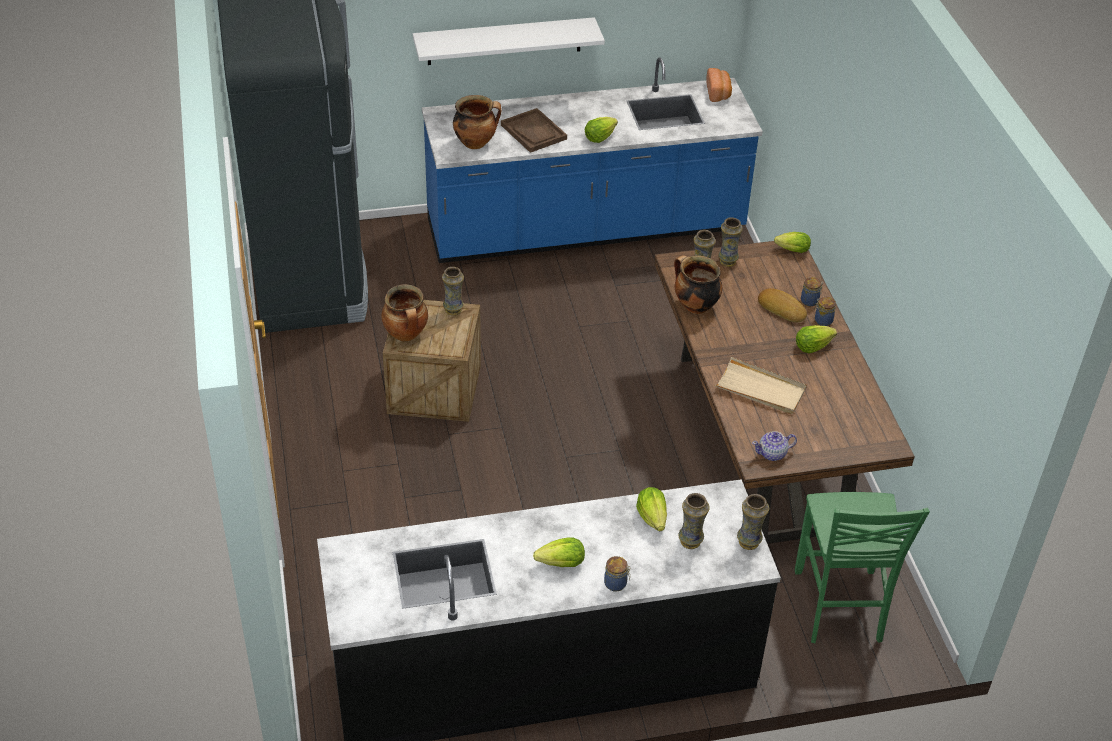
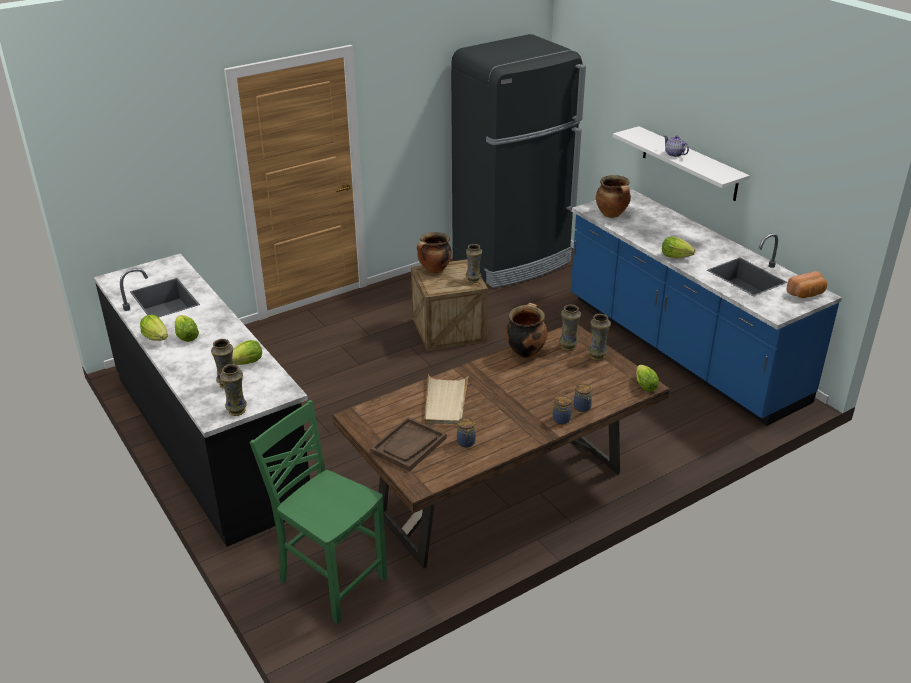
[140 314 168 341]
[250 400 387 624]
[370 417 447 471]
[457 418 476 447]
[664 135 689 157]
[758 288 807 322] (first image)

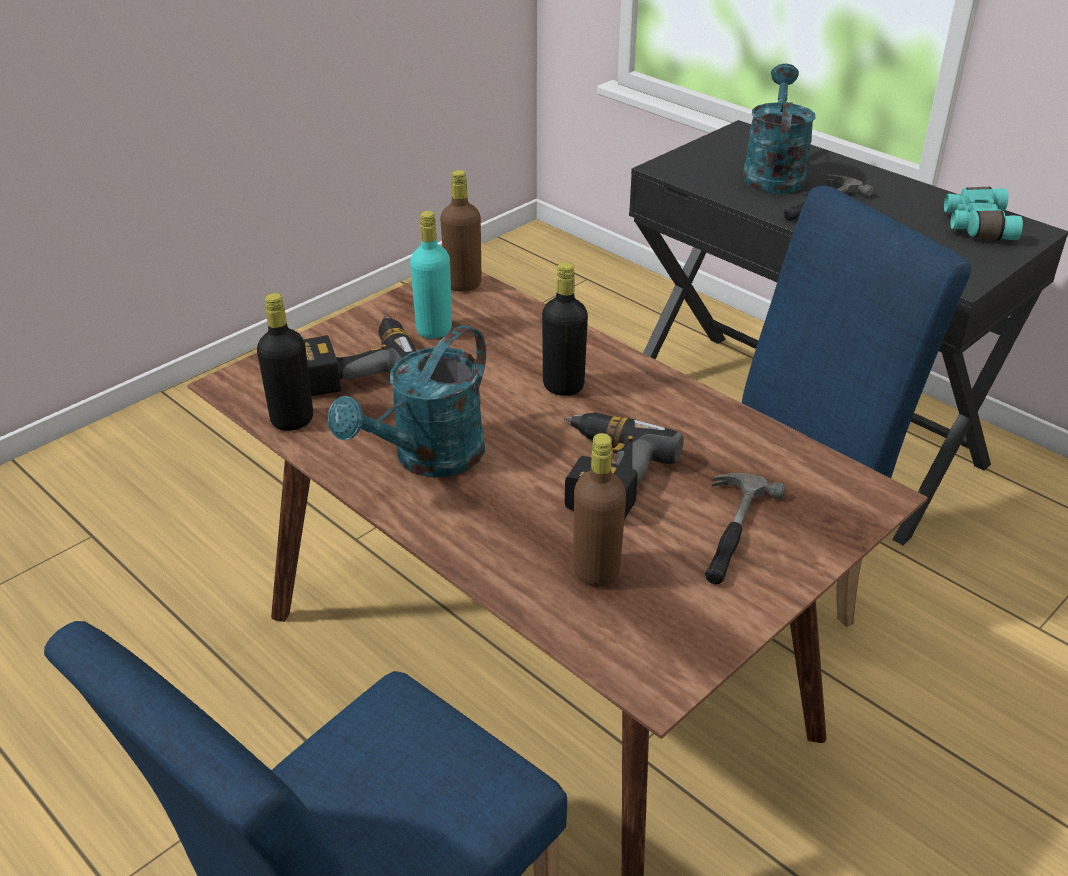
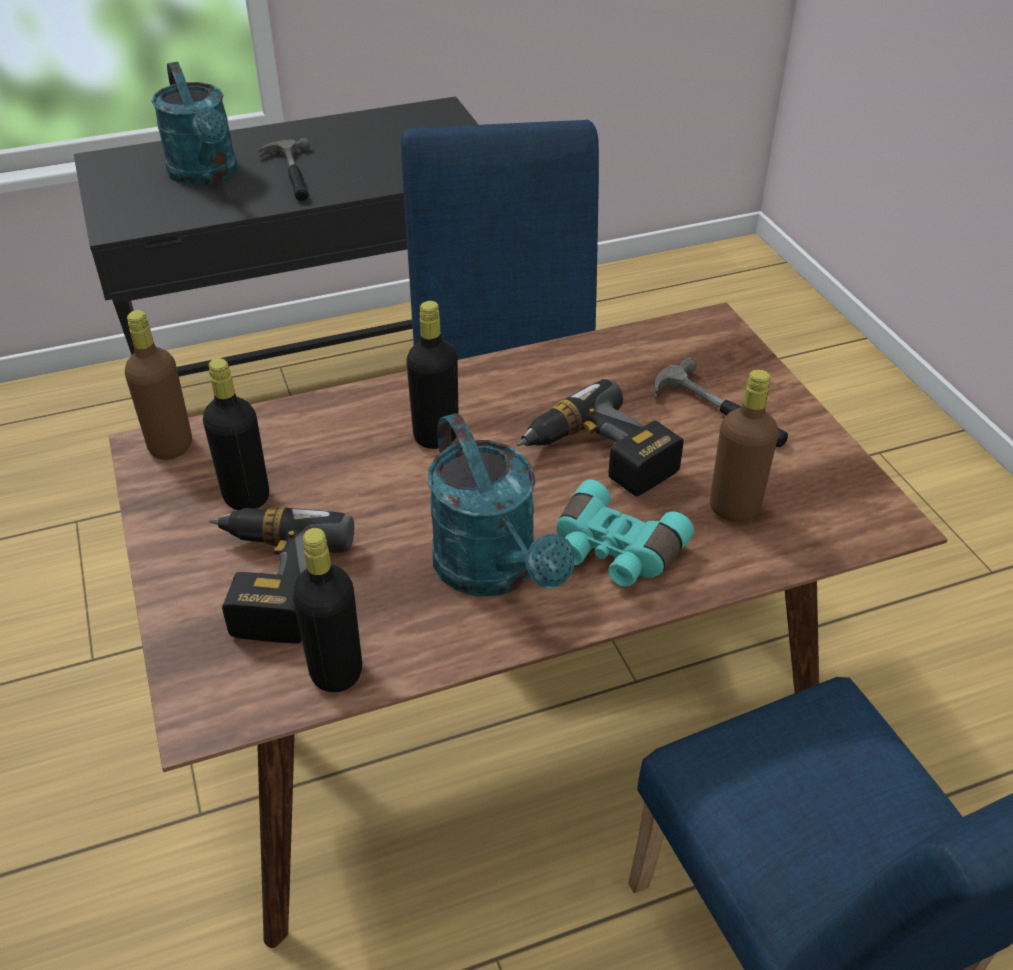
[152 62 237 186]
[203 358 269 510]
[557 480 694 587]

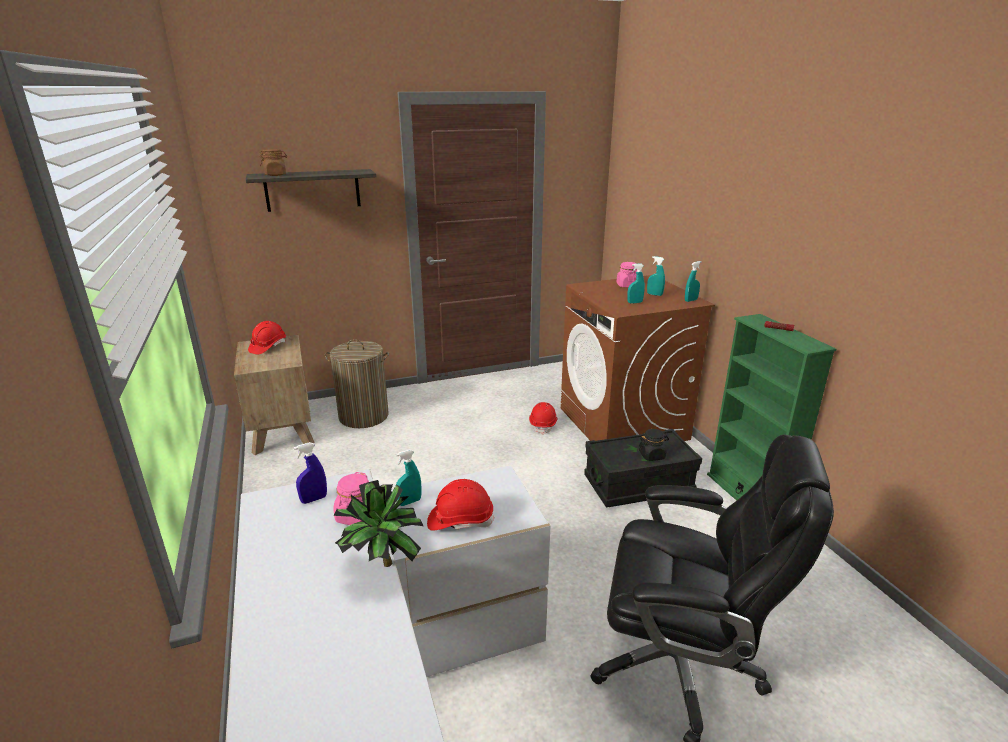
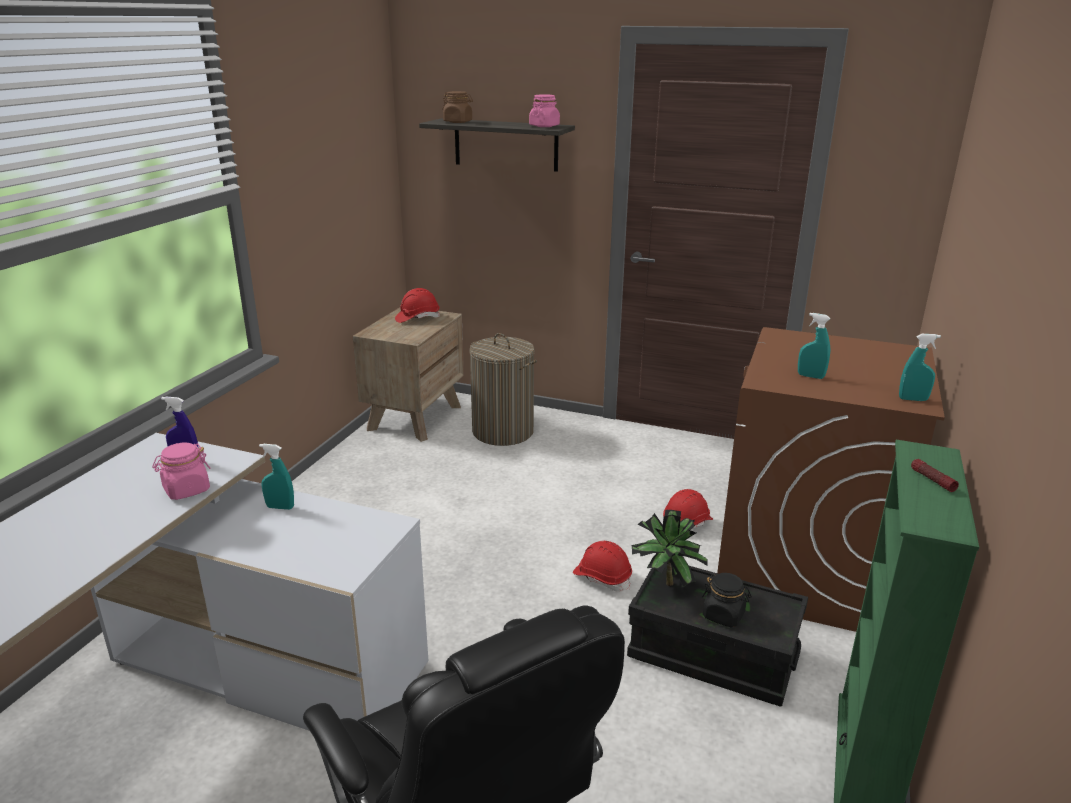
[529 94 560 127]
[573 541 632 592]
[631 510 708 587]
[647 256 665 296] (first image)

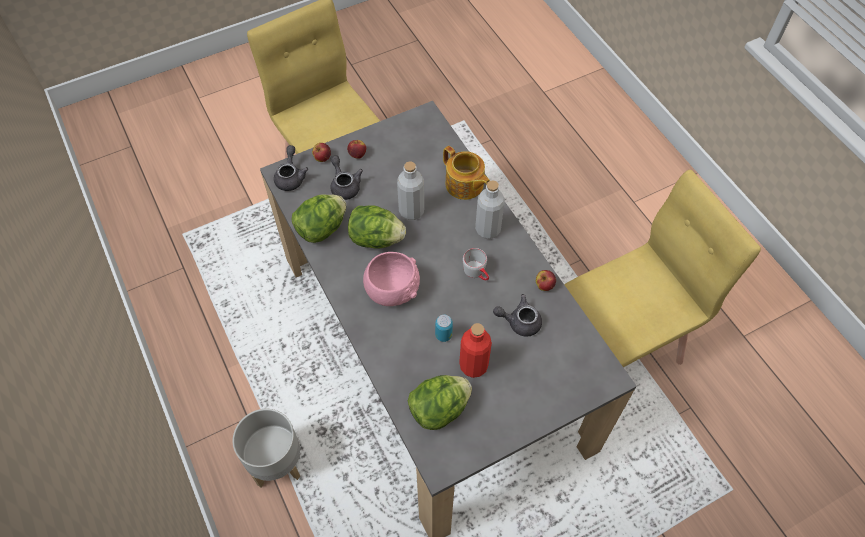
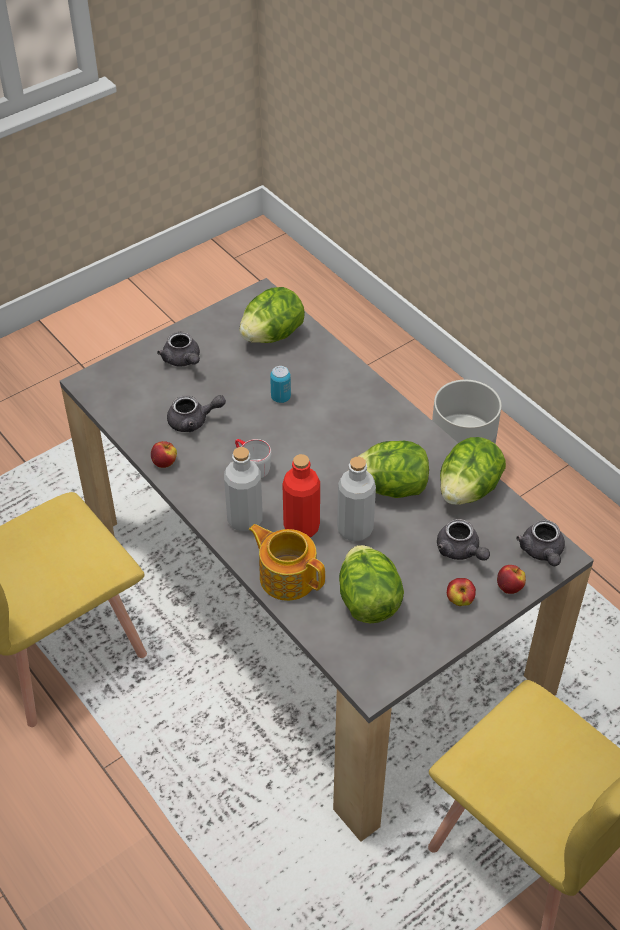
[157 332 200 367]
[282 454 320 537]
[339 545 404 624]
[363 252 420 306] (first image)

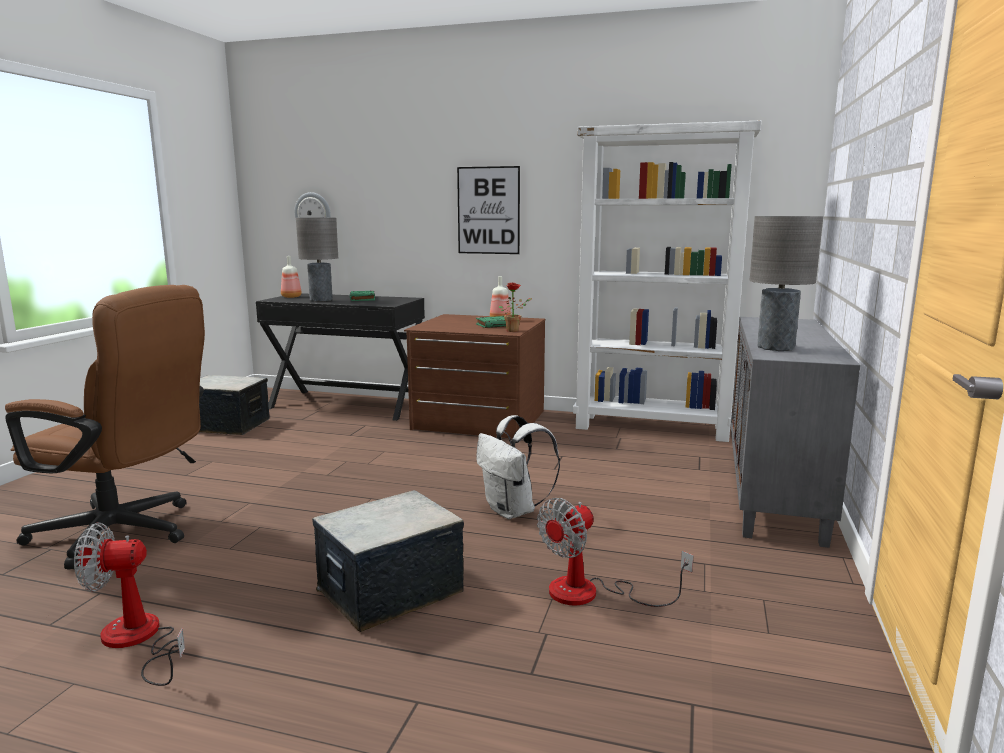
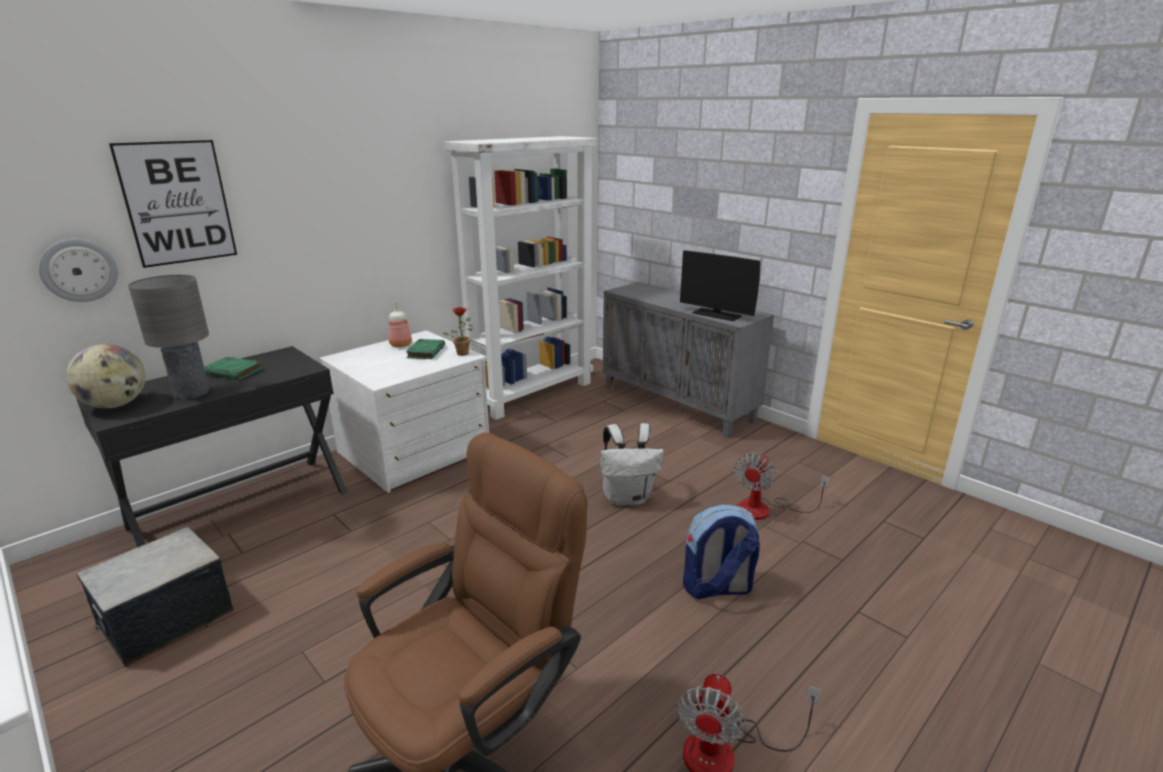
[66 344 146 408]
[109 140 237 268]
[320 330 489 493]
[680 250 760 321]
[683 504 760 599]
[734 453 830 520]

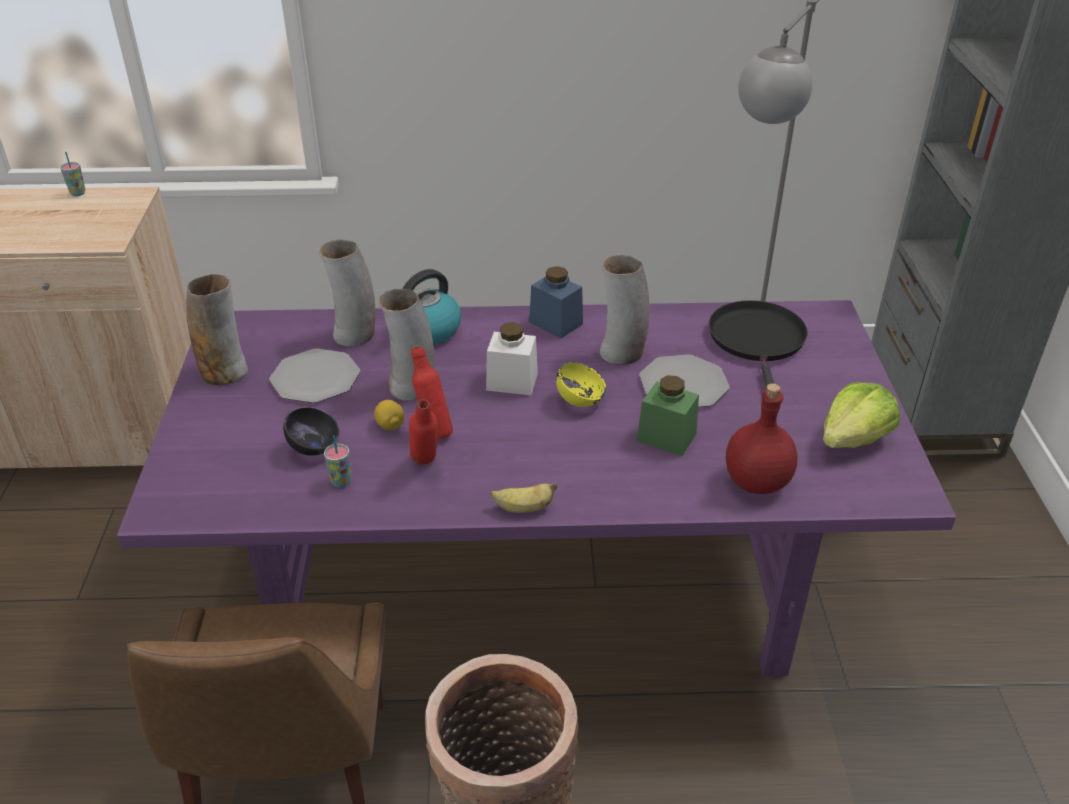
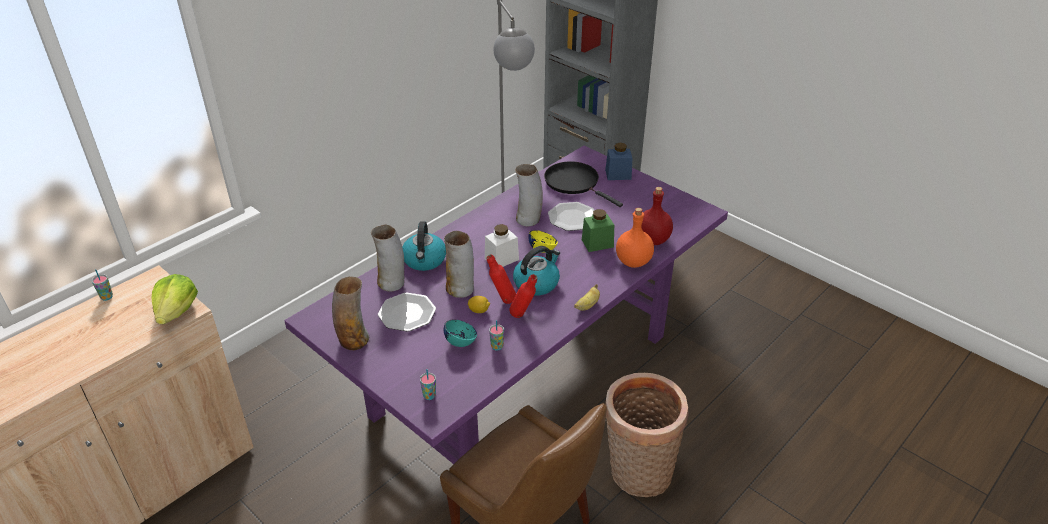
[152 274 198 324]
[420 369 436 400]
[444 319 477 347]
[513 246 560 296]
[605 143 632 180]
[616 208 654 268]

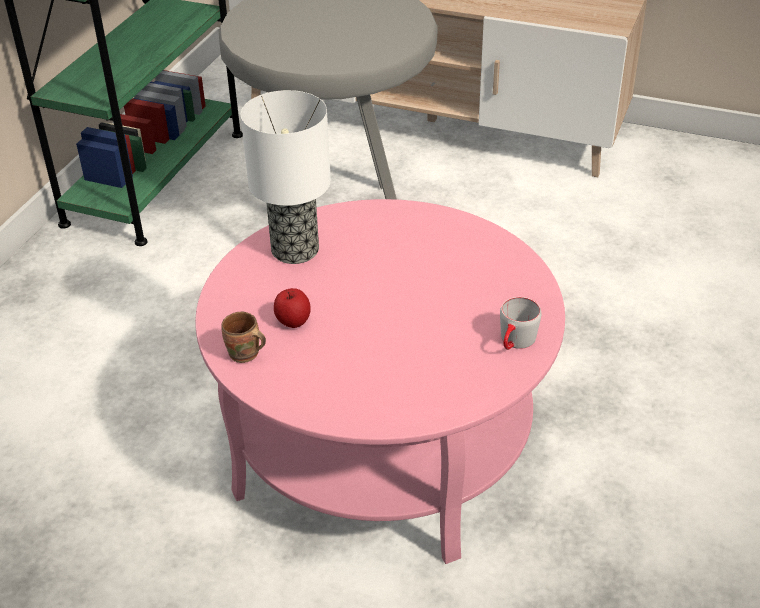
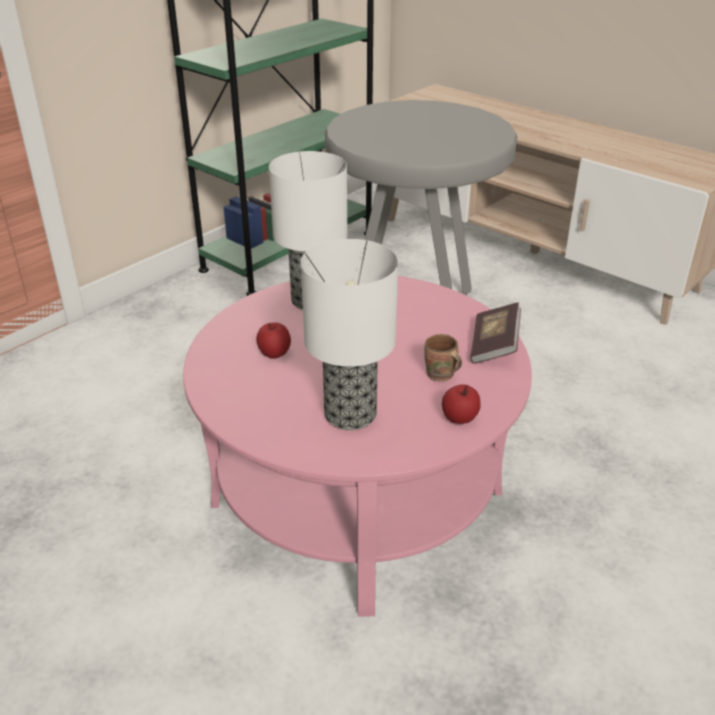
[301 239 398 430]
[424 334 462 381]
[442 384 481 424]
[470 302 521 364]

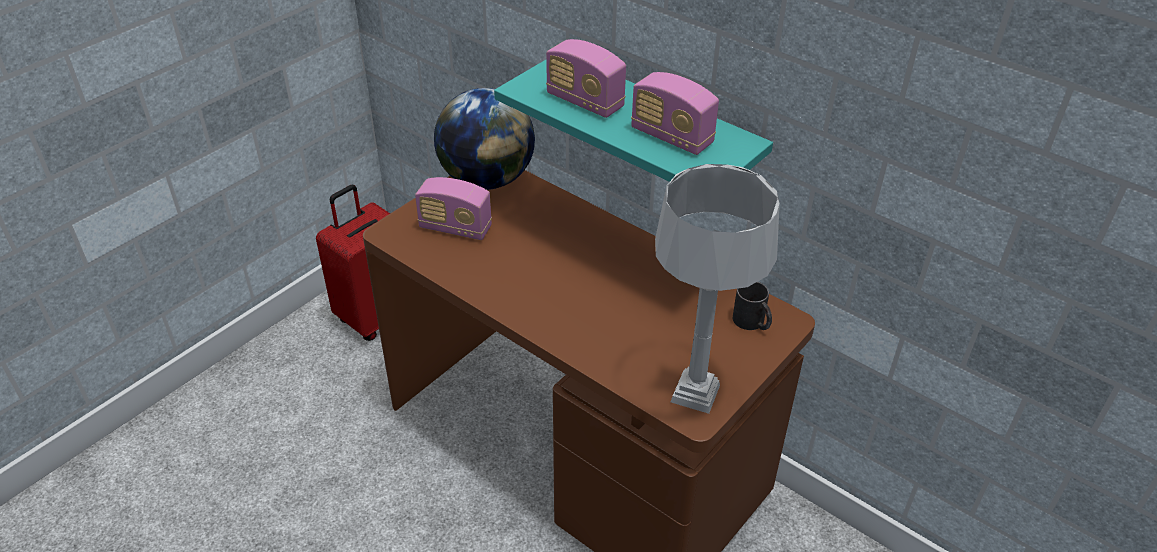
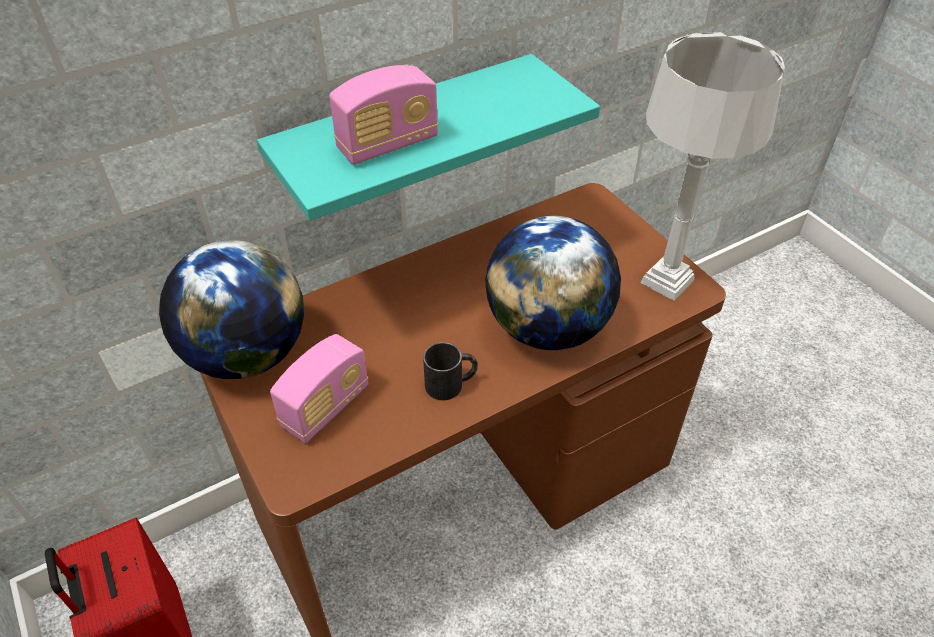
[423 342 478 400]
[486 216 621 350]
[631 72 719 155] (first image)

